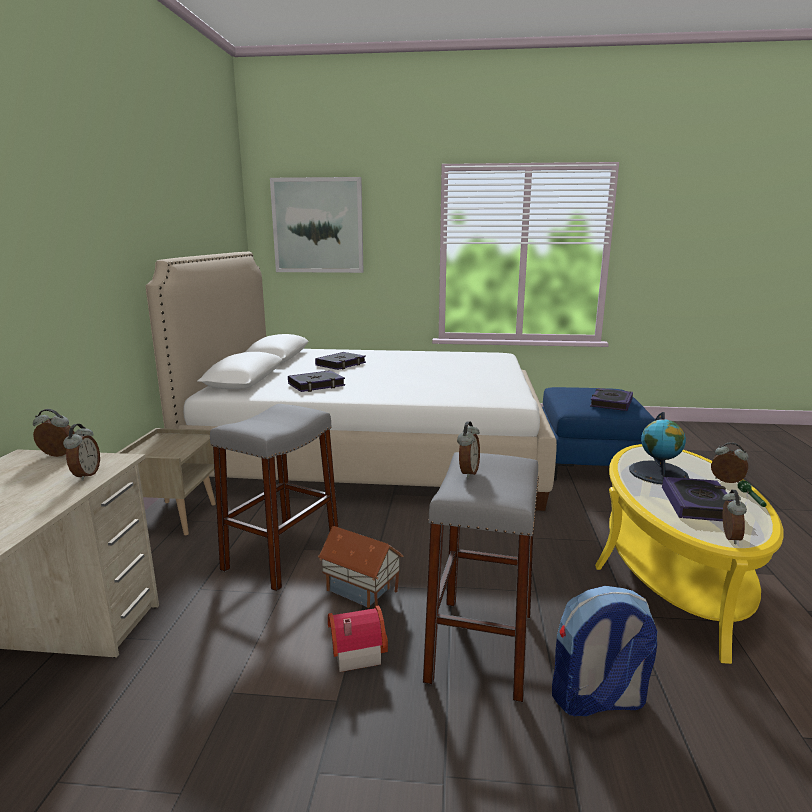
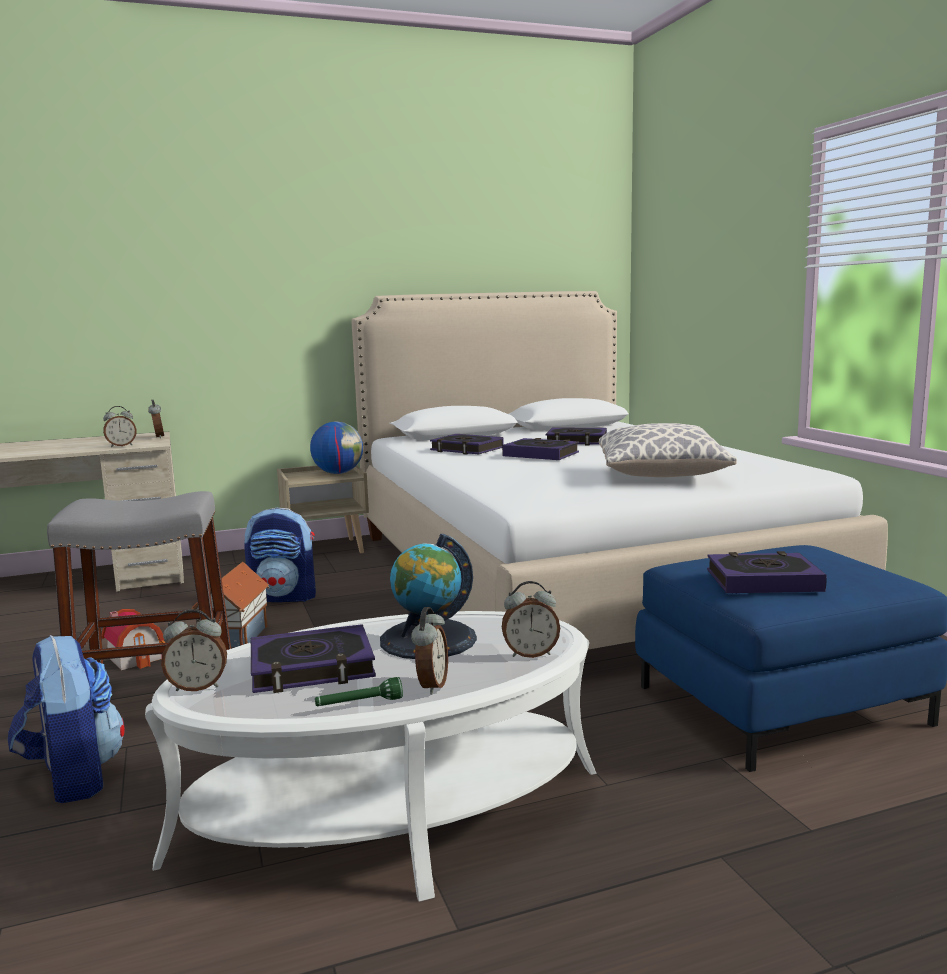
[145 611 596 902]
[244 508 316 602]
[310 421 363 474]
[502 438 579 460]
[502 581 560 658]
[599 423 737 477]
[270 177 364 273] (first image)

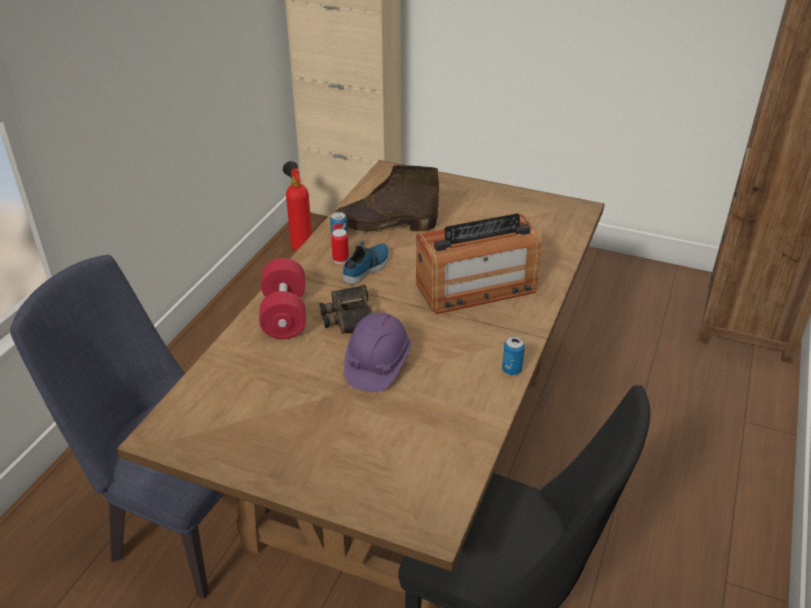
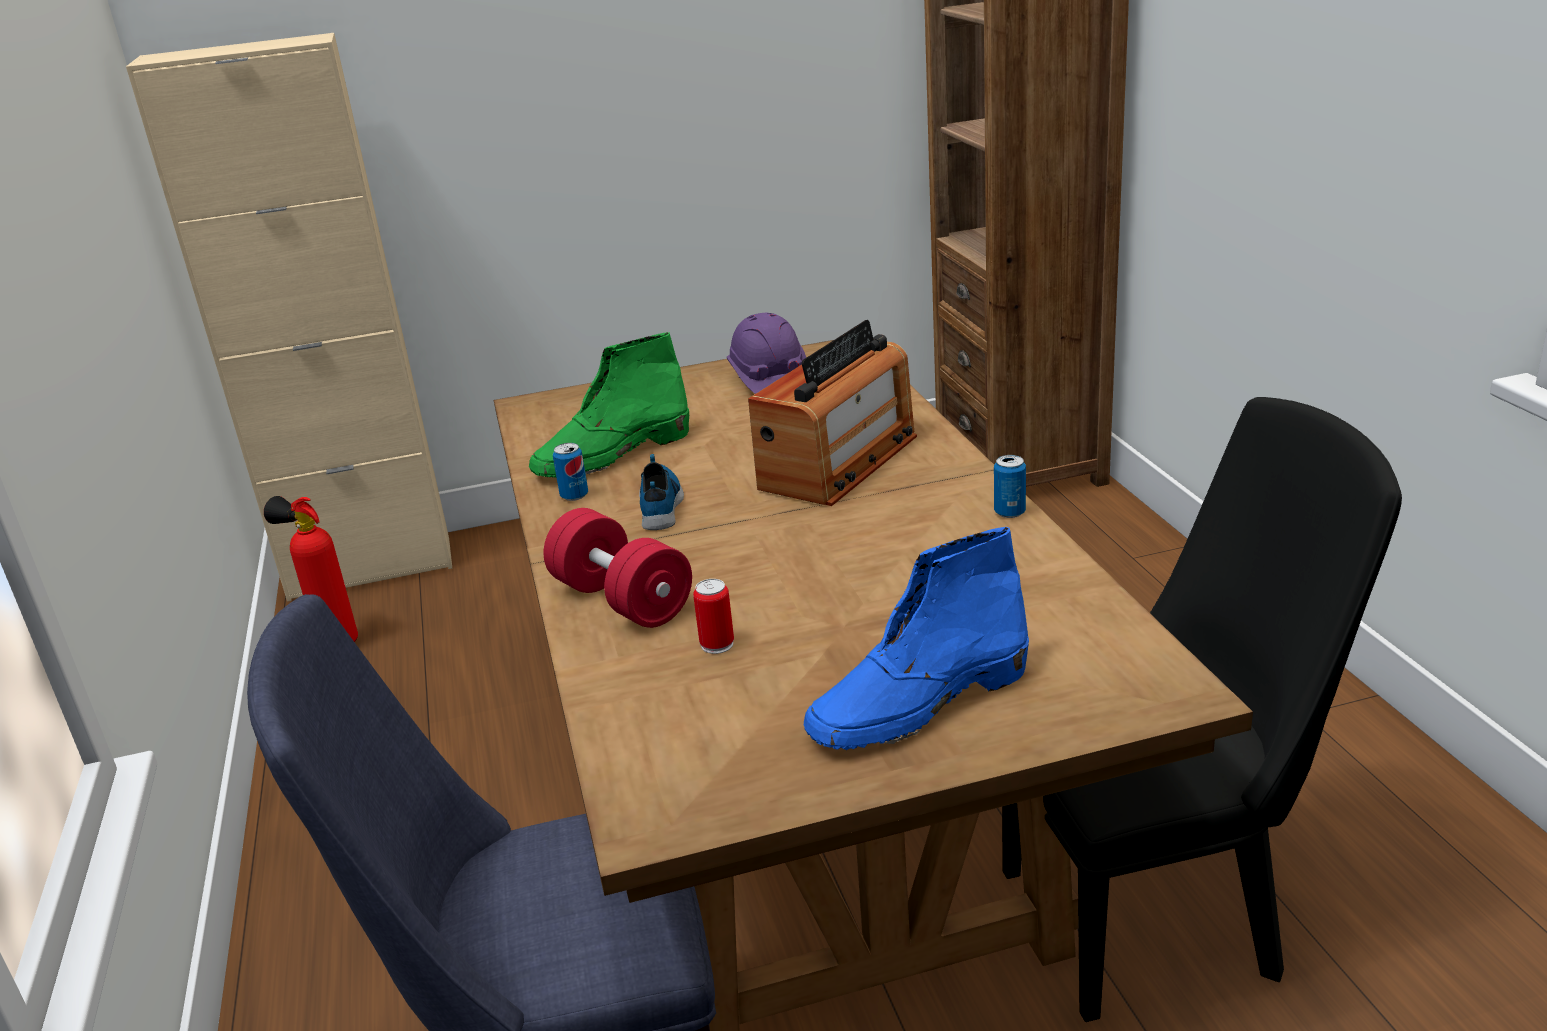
[529 332 689 478]
[693 579 734 654]
[727 312 806 394]
[804 527 1029 750]
[320 285 375 334] (first image)

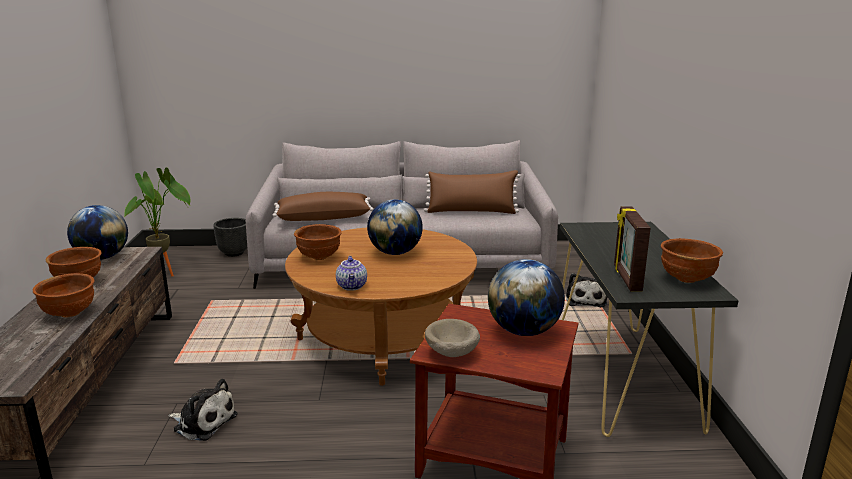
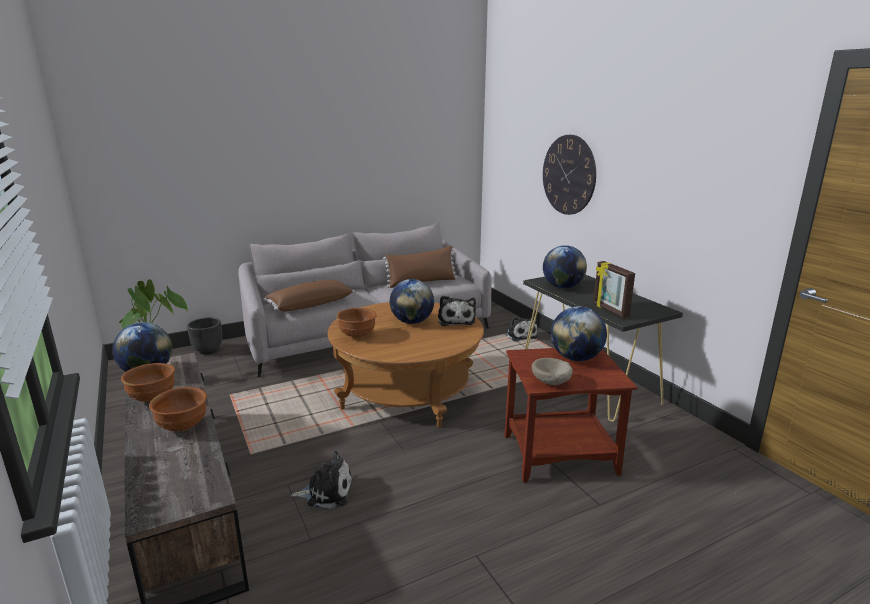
[438 296 476 326]
[543 135 596 215]
[543 245 587 289]
[336 256 367 291] (first image)
[661 238 723 283] (first image)

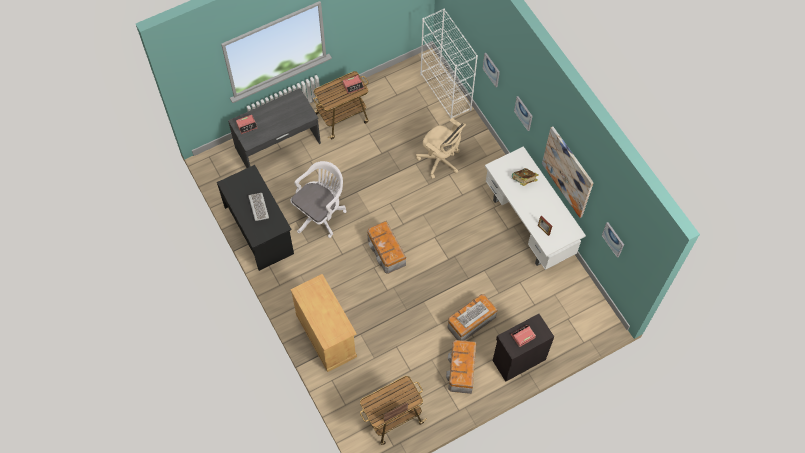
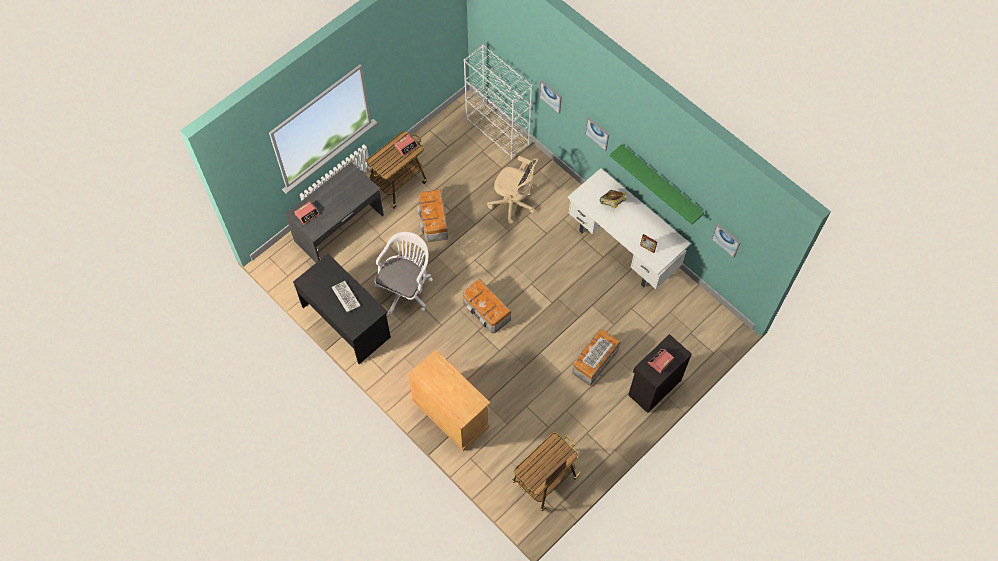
[417 189 448 242]
[610 144 704 225]

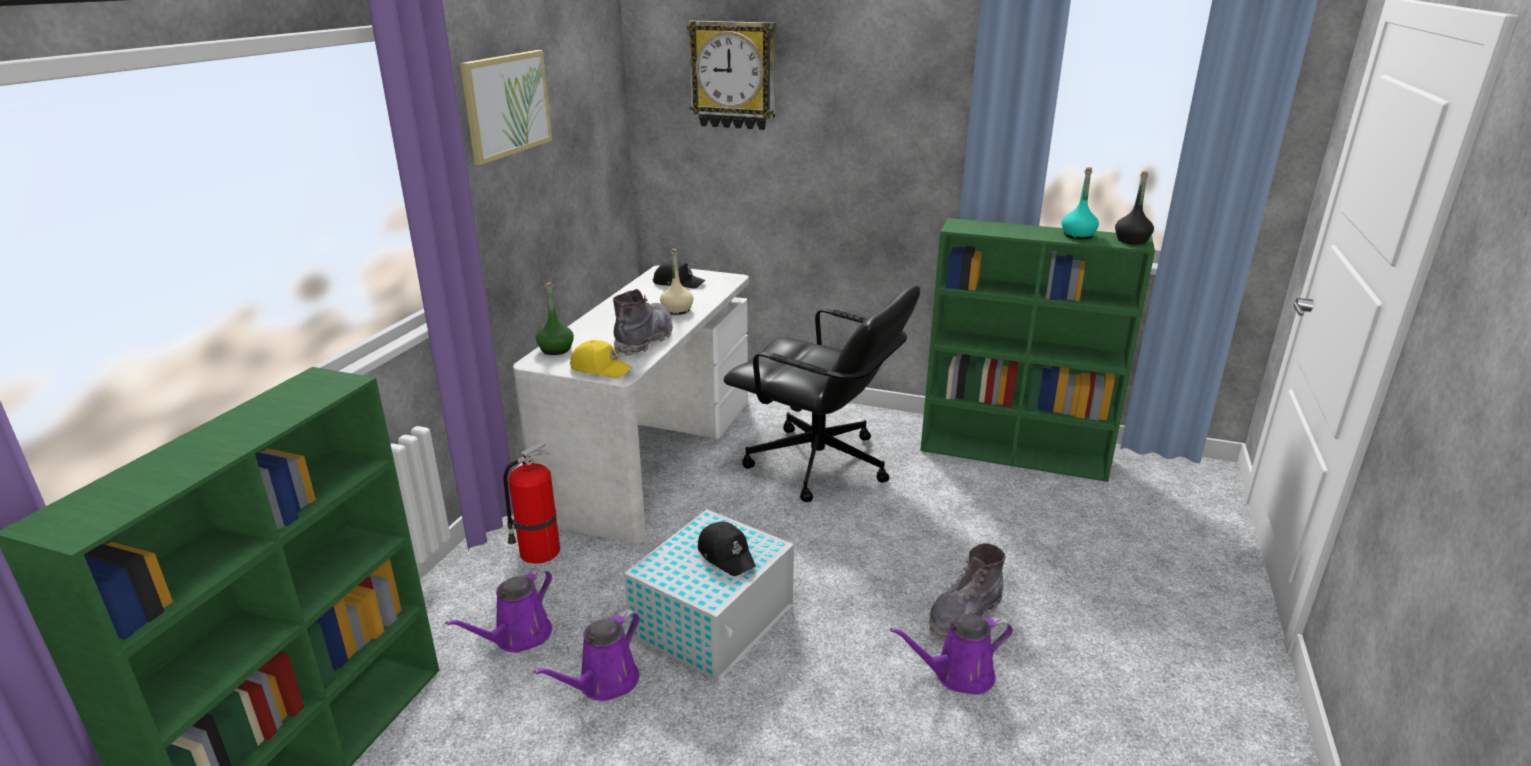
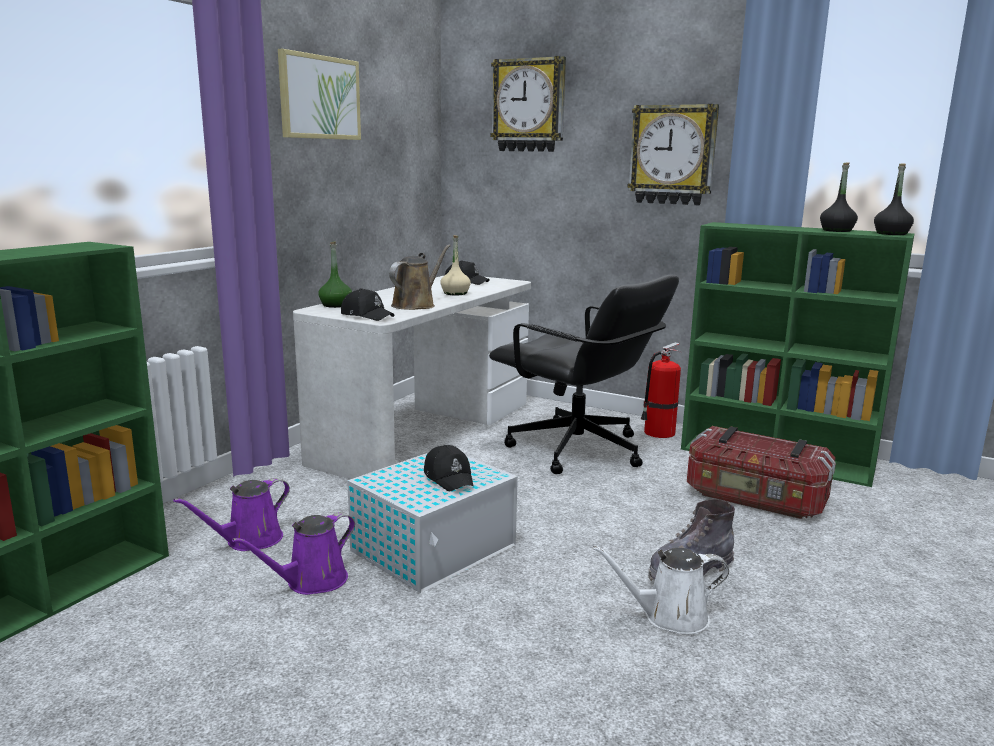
[341 288 394 321]
[389 244 451 310]
[592 545 729 635]
[627 104 719 205]
[641 342 682 438]
[687 426 836 519]
[820 162 858 232]

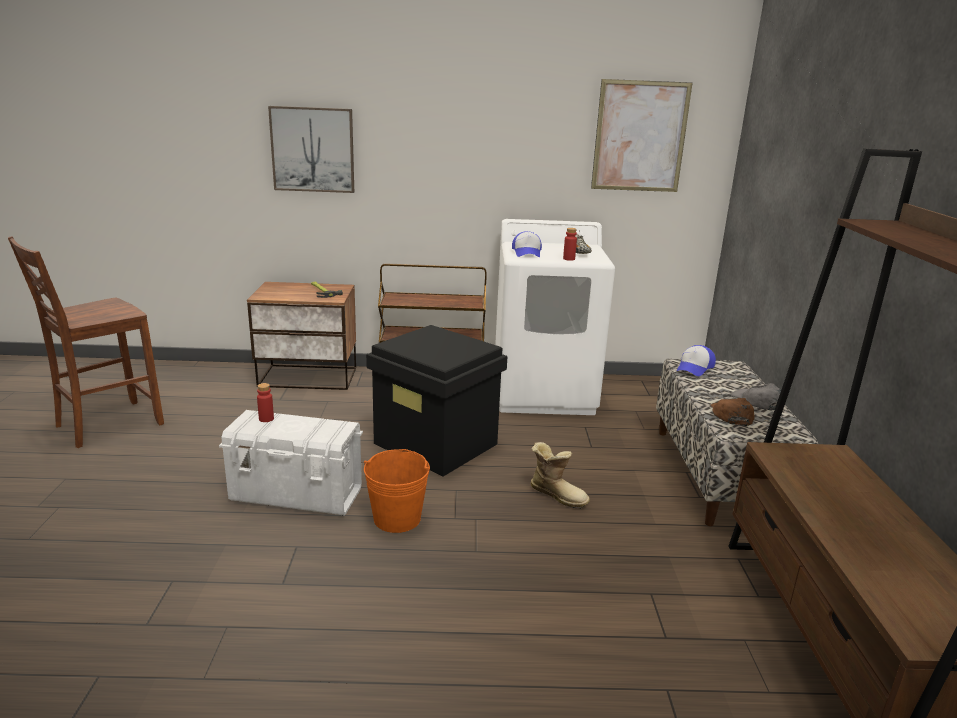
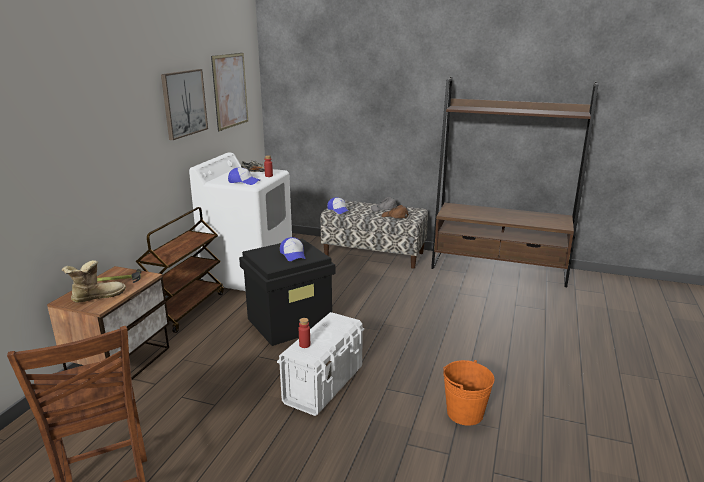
[62 260 126 303]
[161 69 208 140]
[280 237 305 261]
[443 360 495 426]

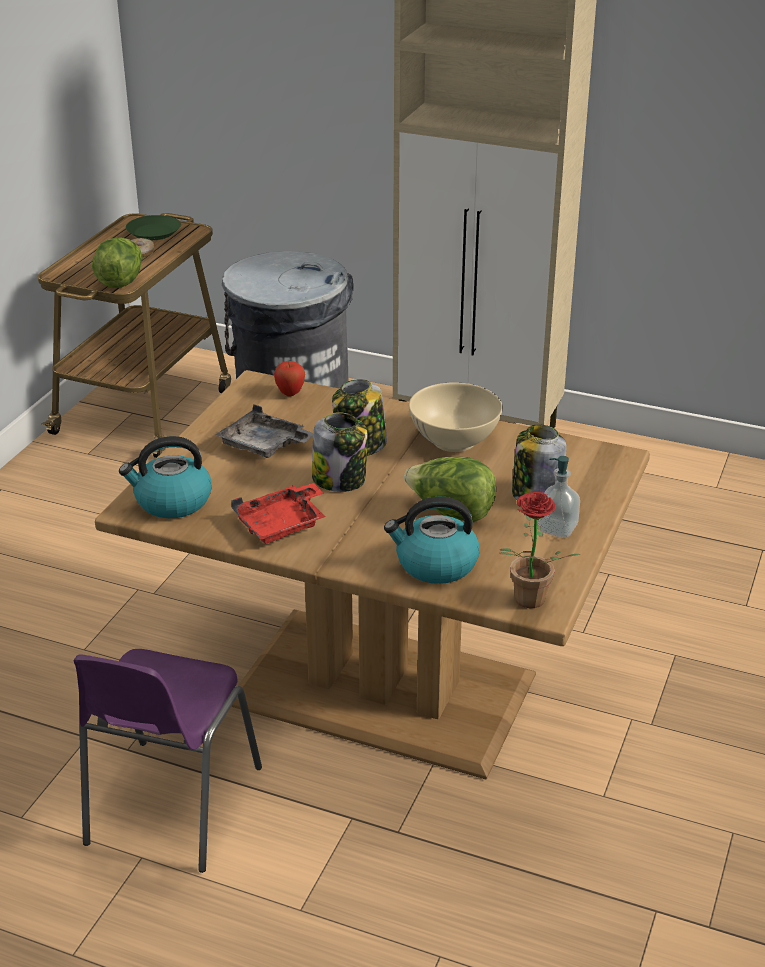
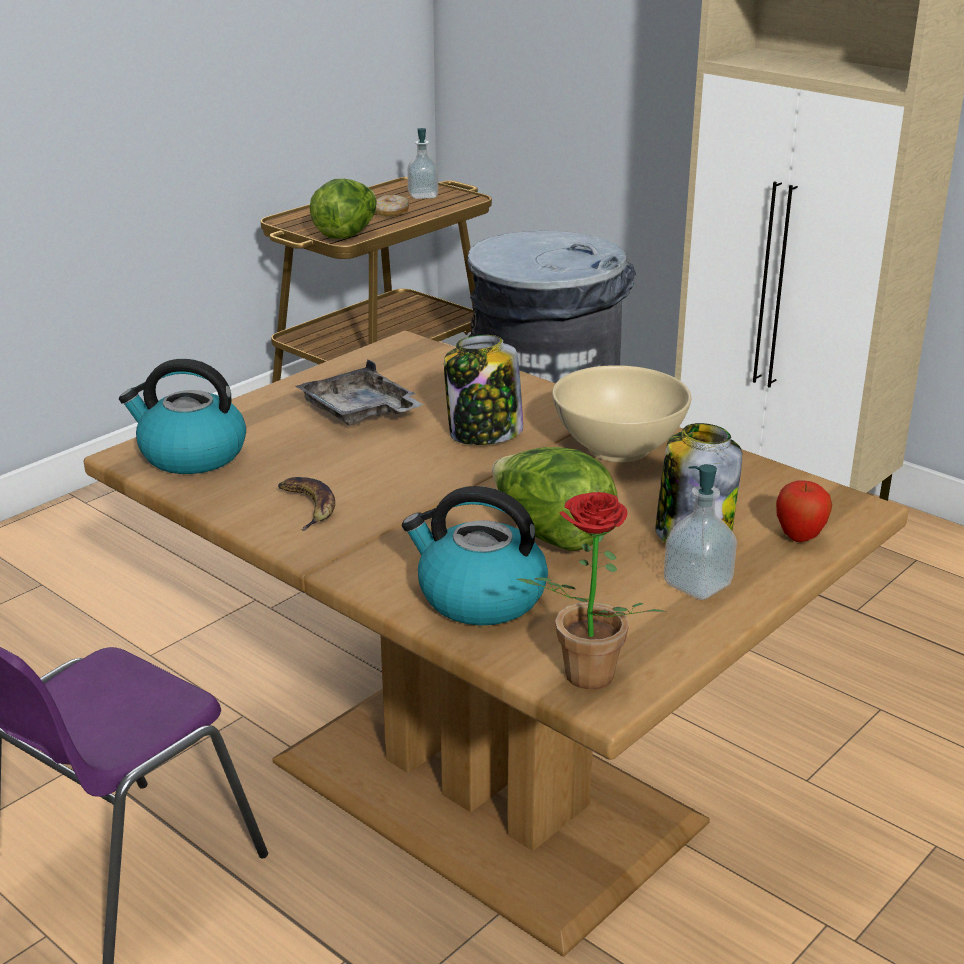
[278 477 335 531]
[407 128 438 199]
[776 481 832 542]
[312 412 368 492] (first image)

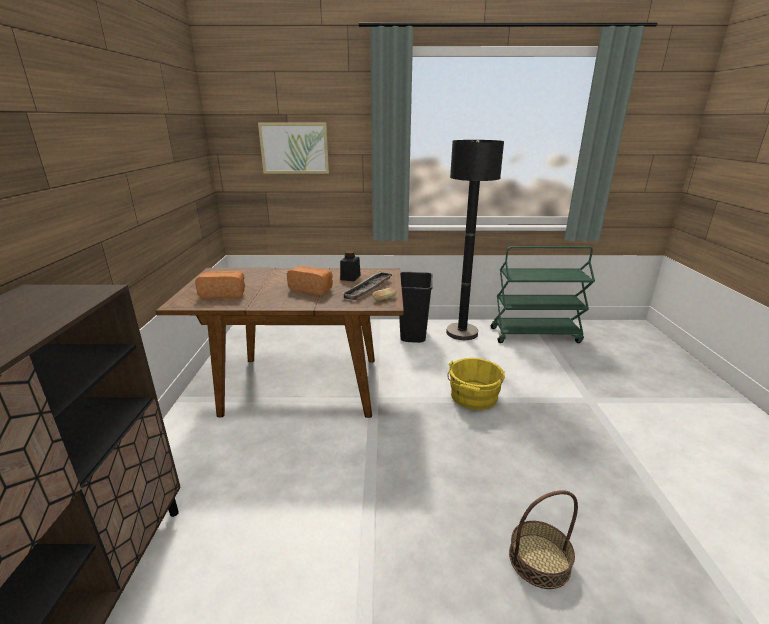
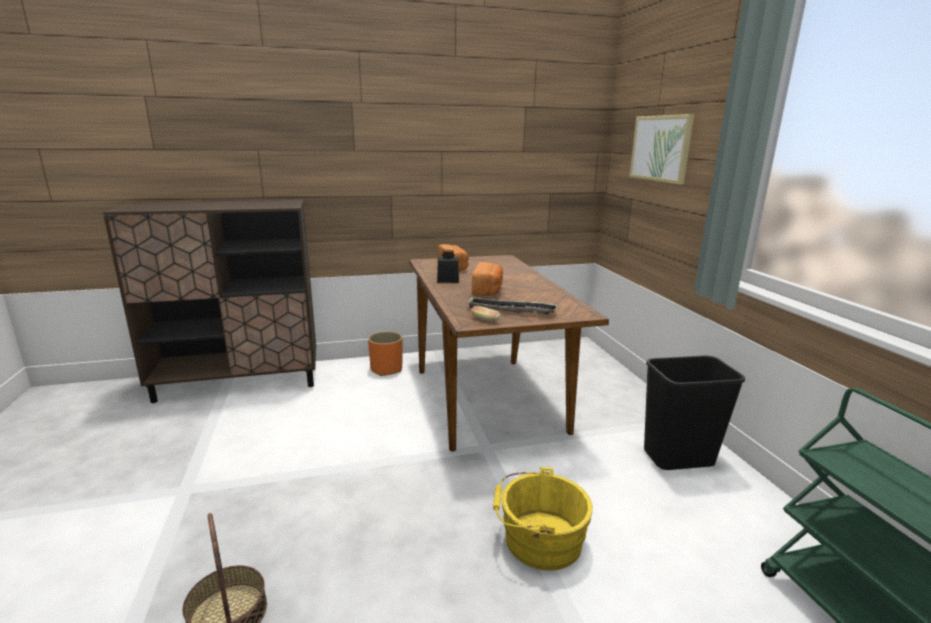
[368 331 403 376]
[437 250 459 283]
[446 140 504 340] (first image)

